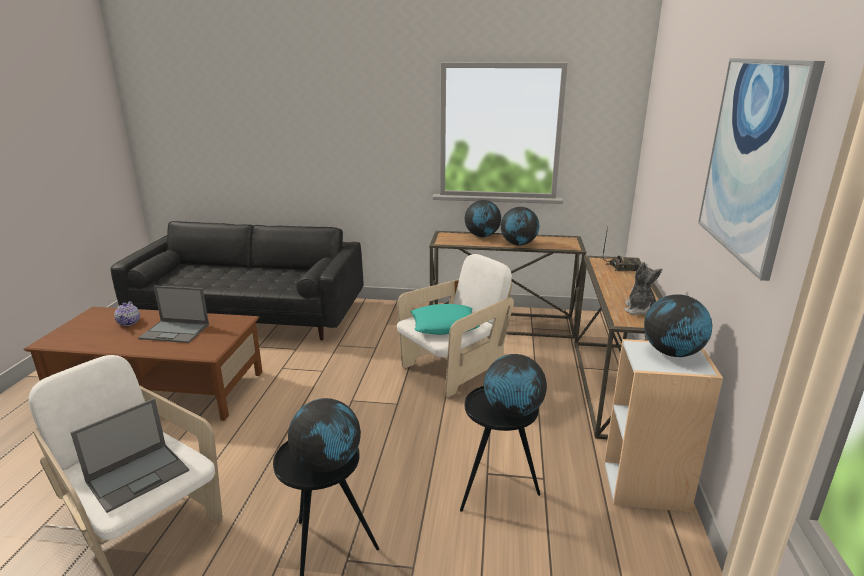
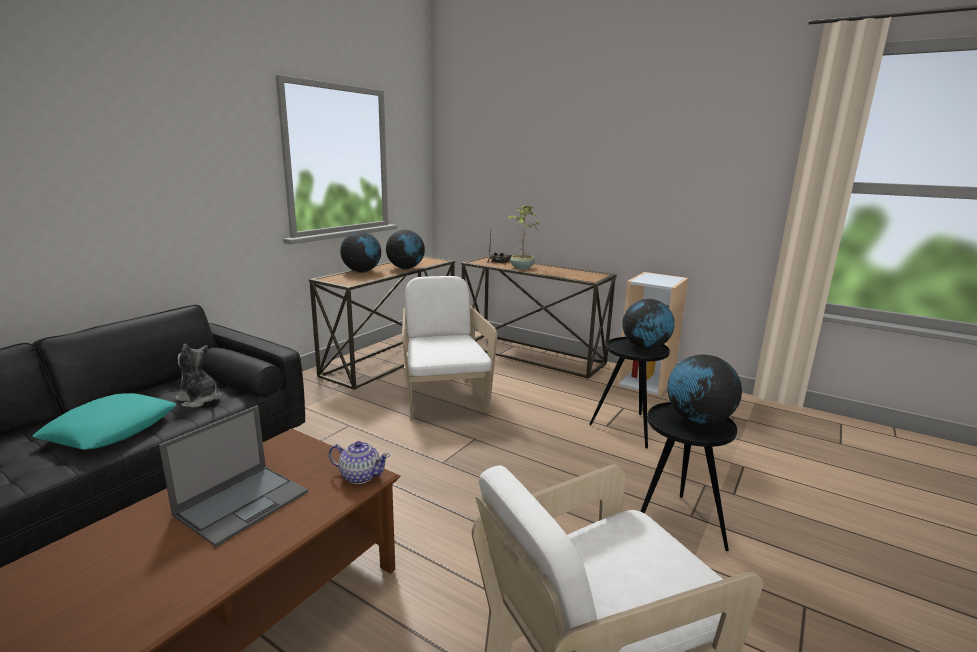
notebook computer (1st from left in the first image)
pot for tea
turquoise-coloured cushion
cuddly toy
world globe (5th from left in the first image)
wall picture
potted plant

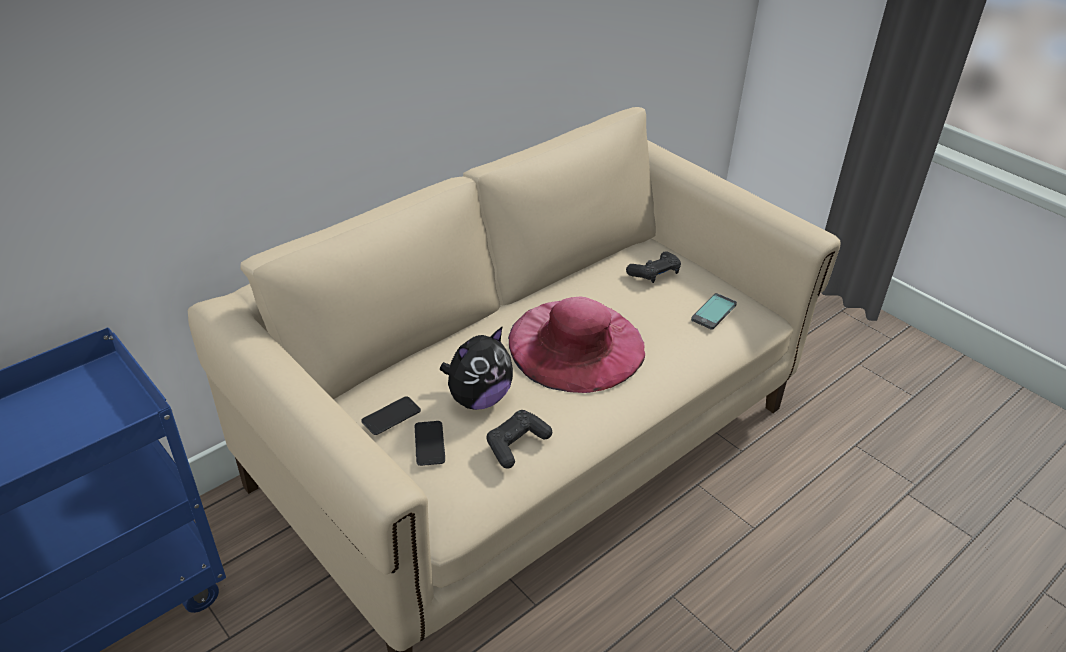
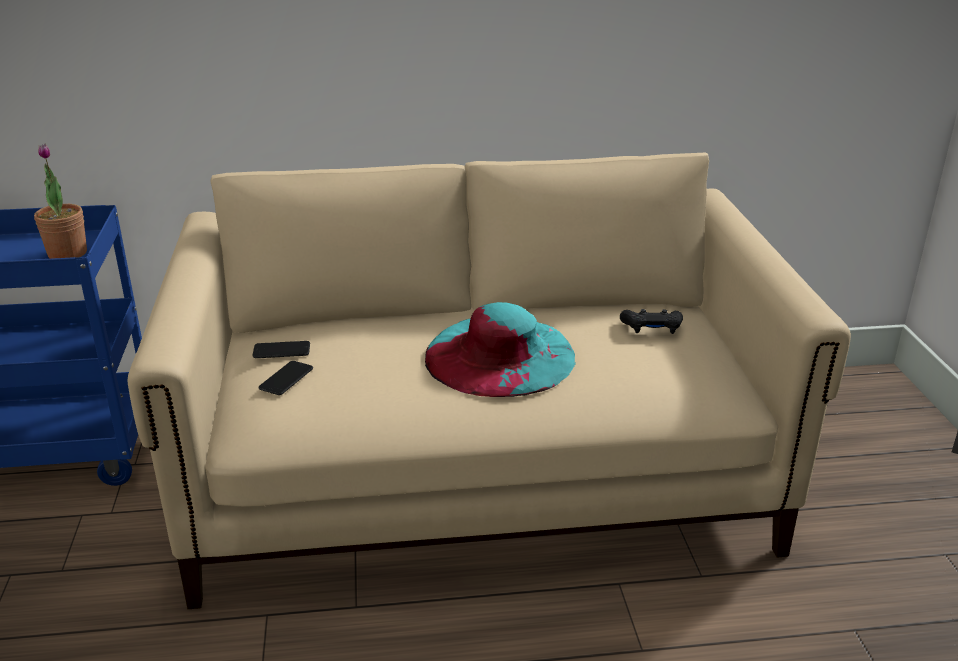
cuddly toy
black game controller (1st from left in the first image)
turquoise-coloured wearable hat
phone (3rd from left in the first image)
potted plant

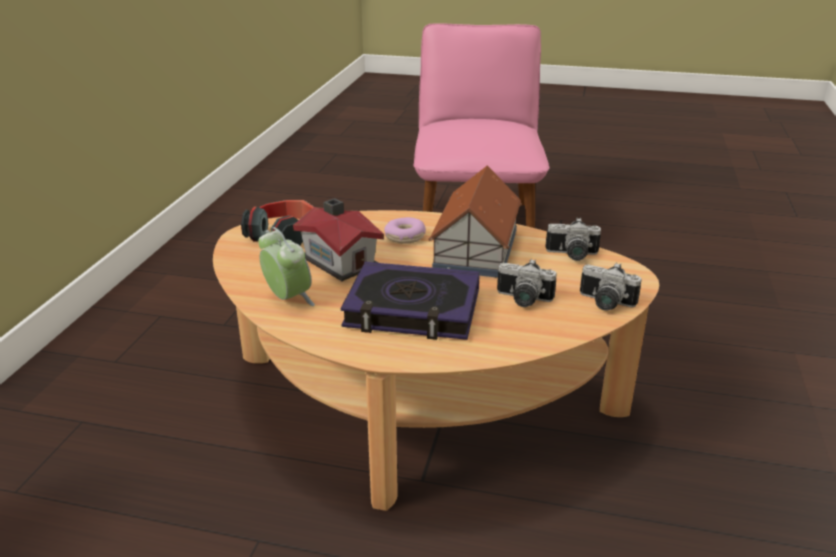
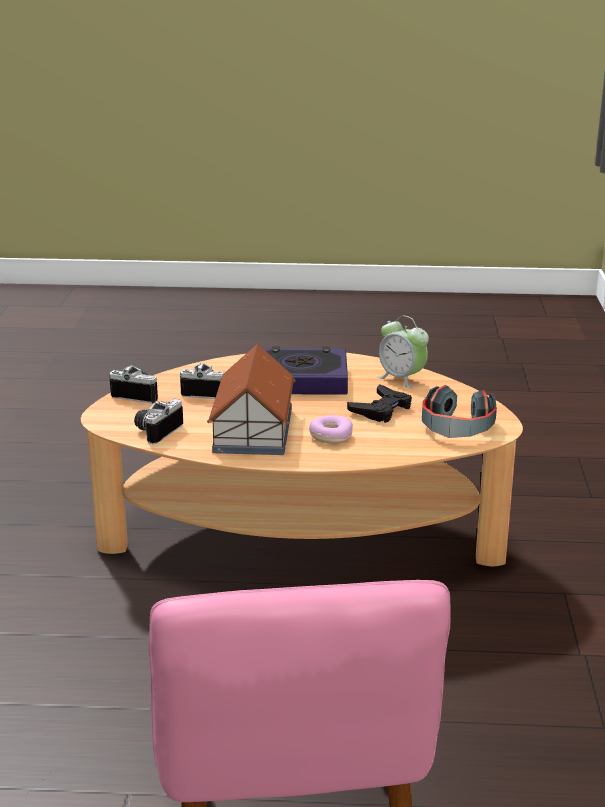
black game controller
still camera (2nd from left)

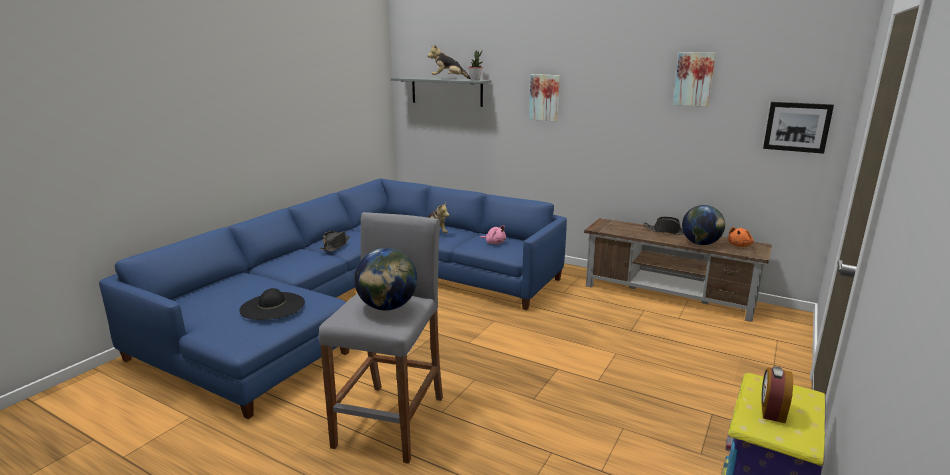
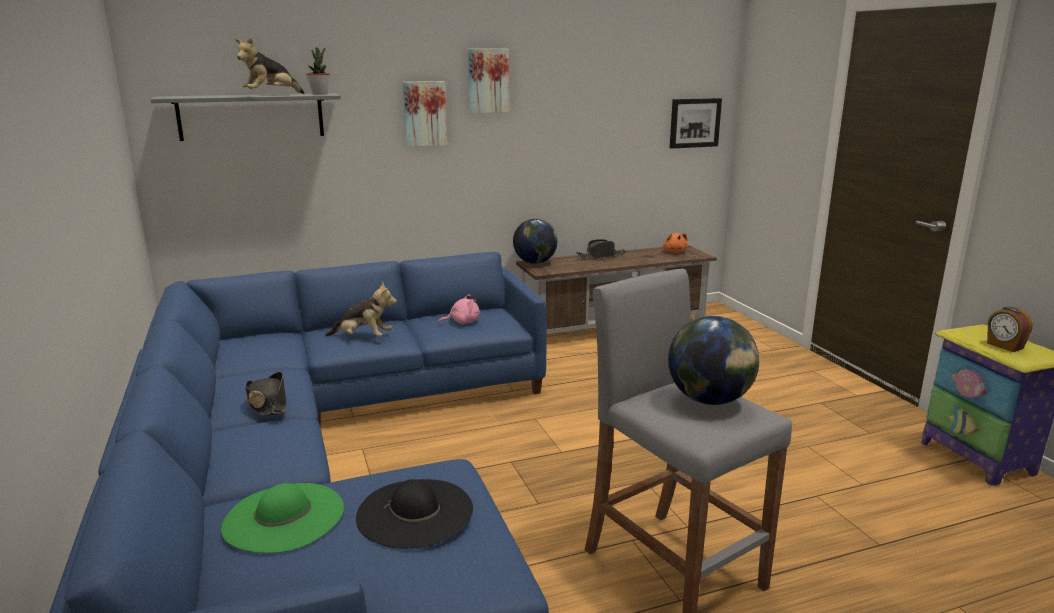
wall picture (2nd from left)
world globe (1st from left)
green wearable hat

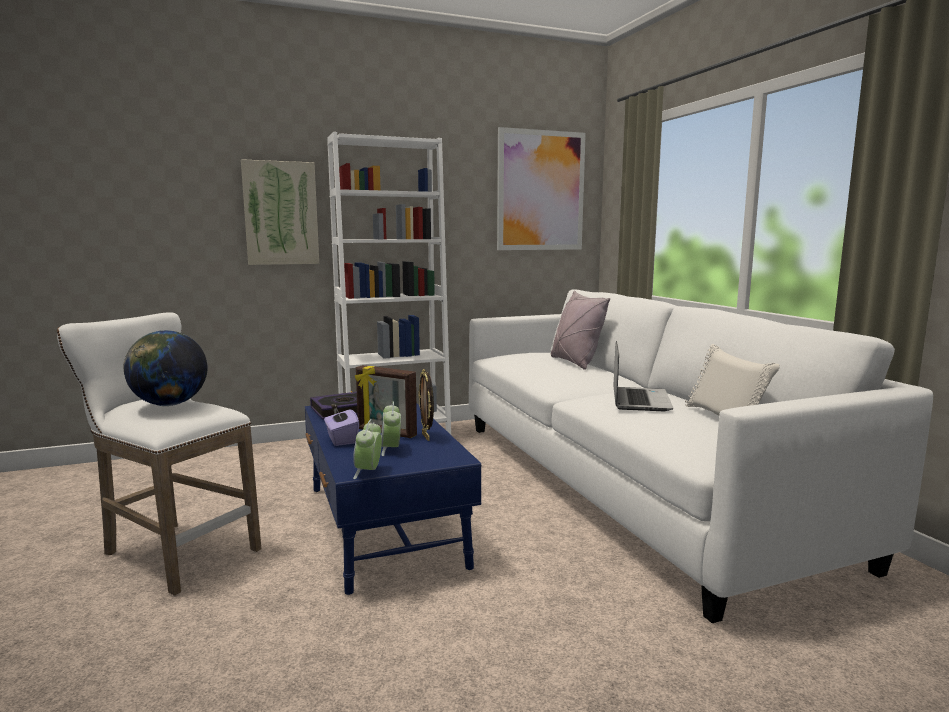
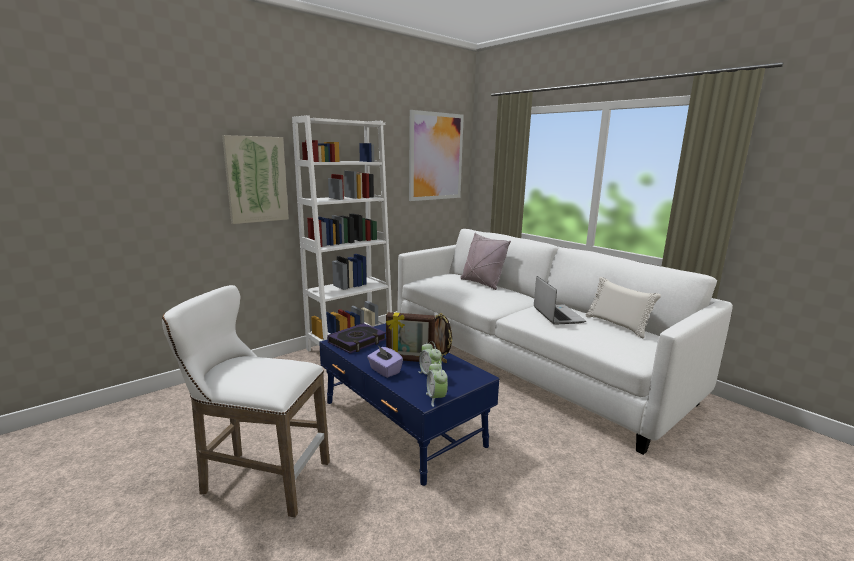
world globe

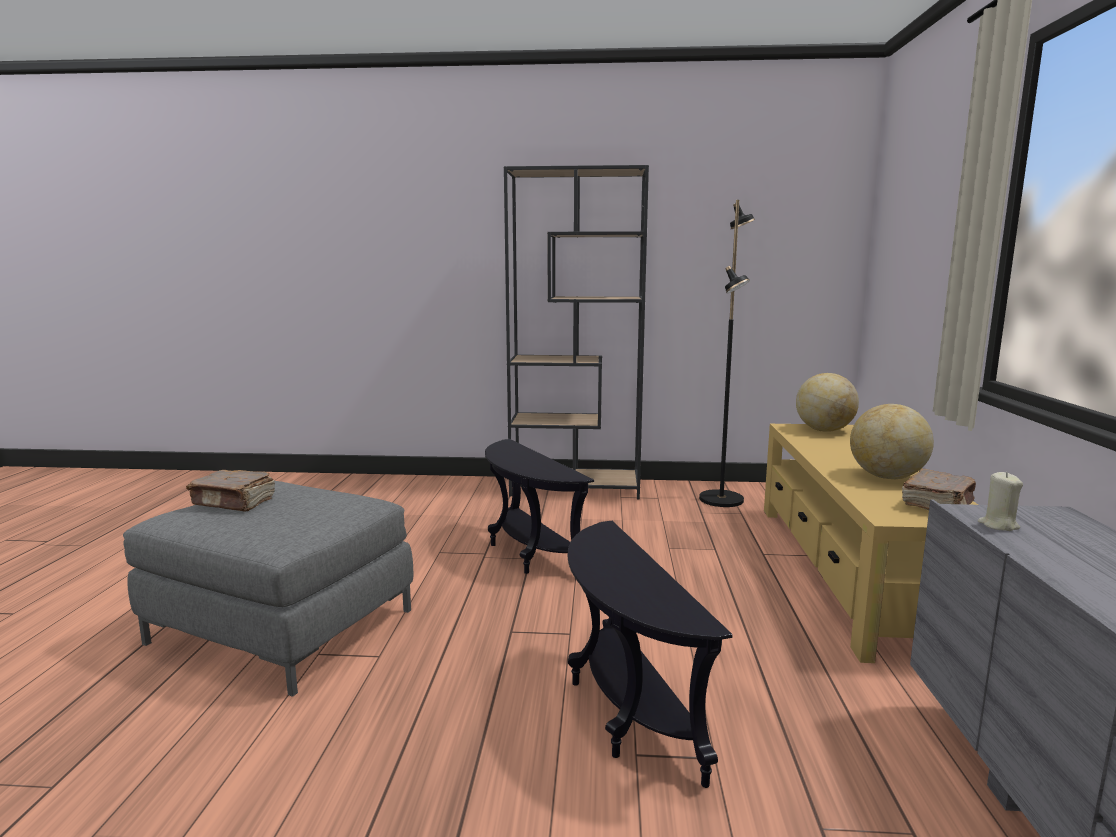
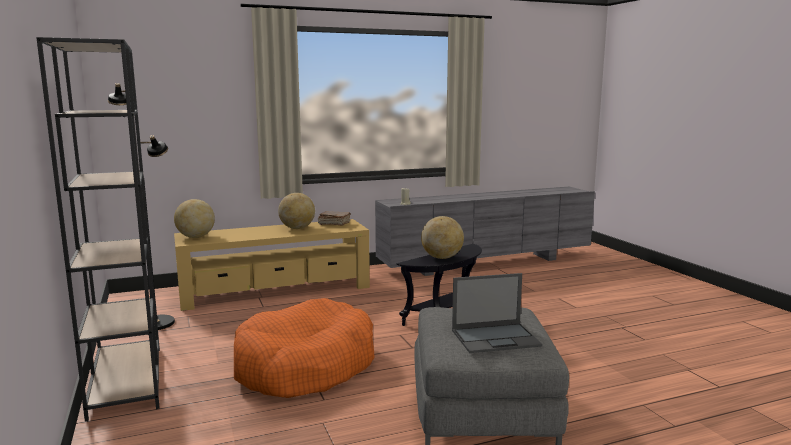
notebook computer
orangey pet bed
world globe (3rd from left)

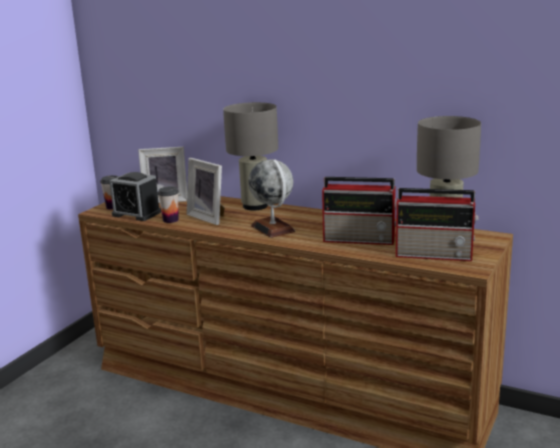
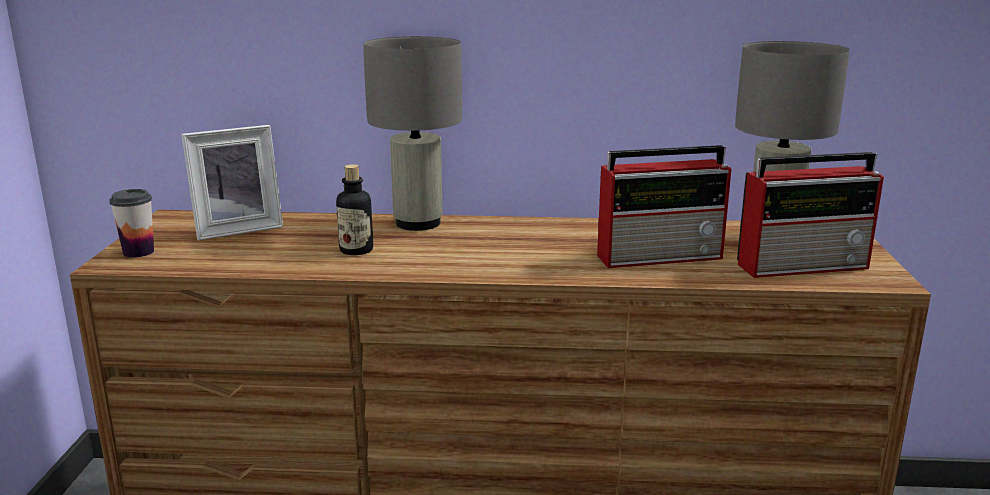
alarm clock
drinking cup (2nd from left in the first image)
drink bottle
world globe

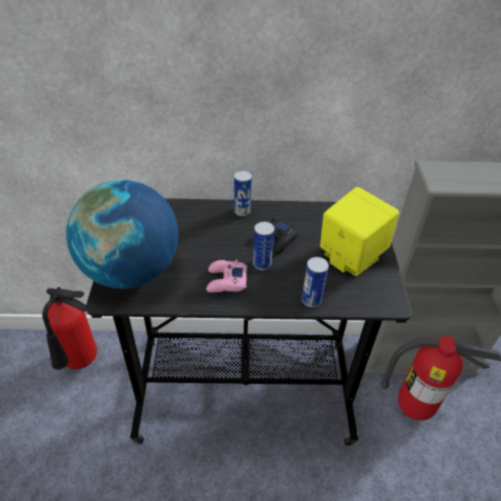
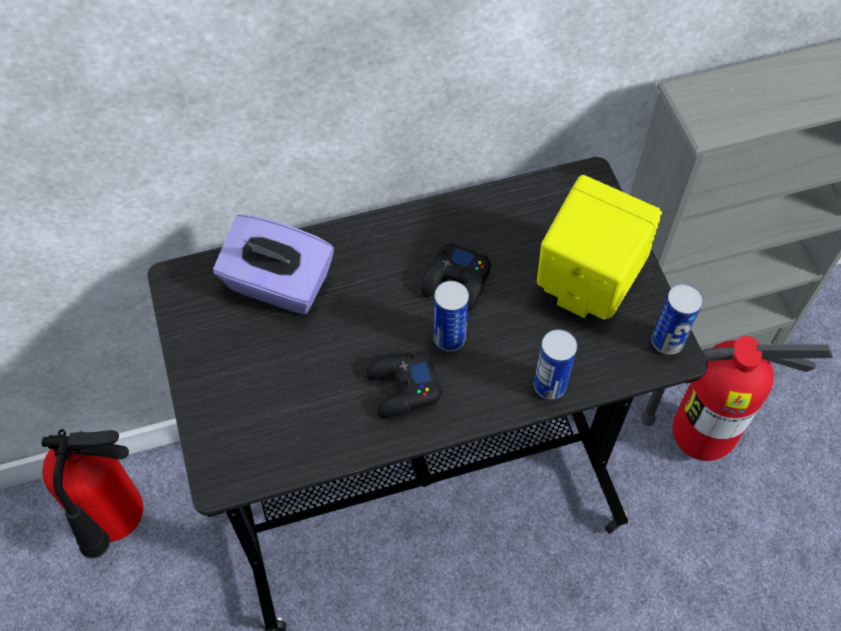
world globe
black game controller (1st from left)
sealed can (3rd from left)
purple-coloured box of tissues

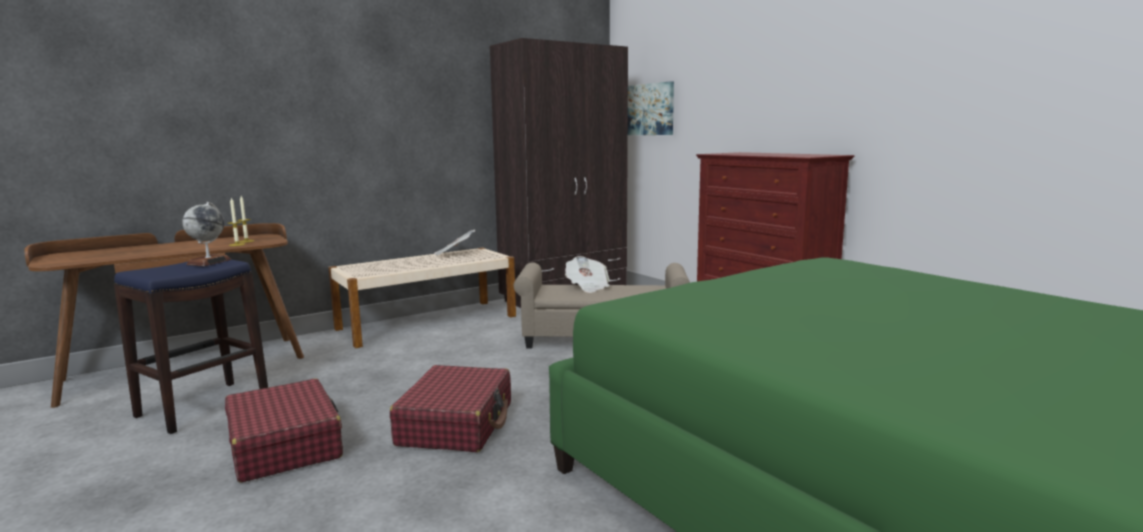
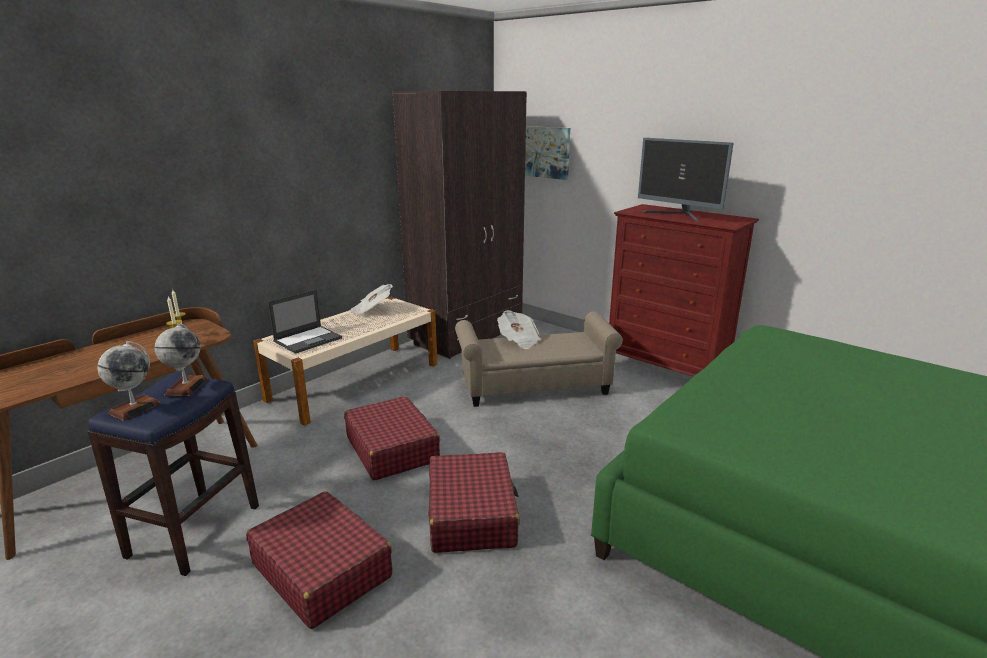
world globe (1st from left)
notebook computer
reddish piece of luggage (2nd from left)
computer screen

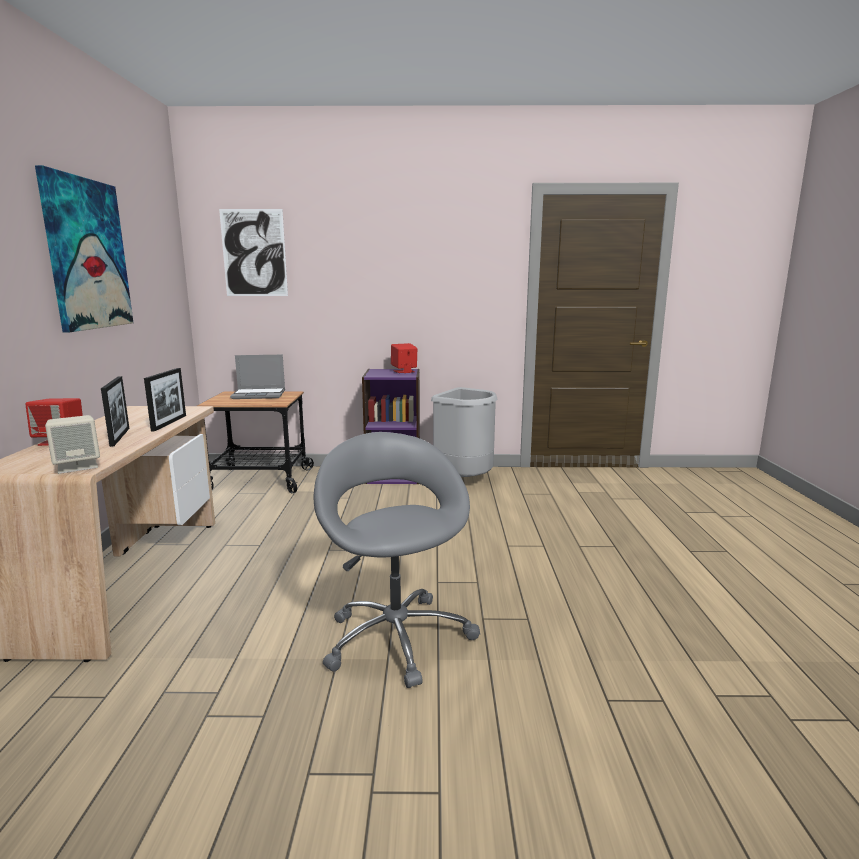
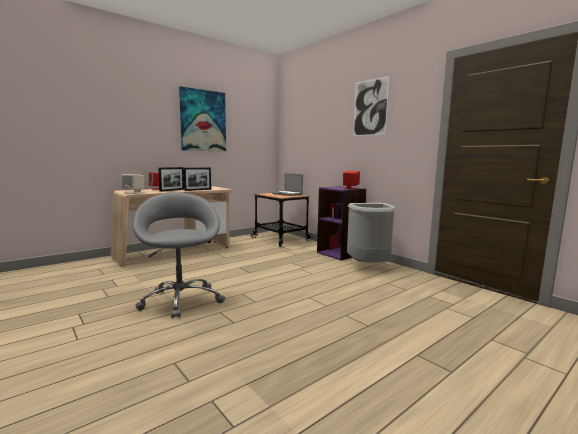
wall picture (2nd from left)
greyish computer chair

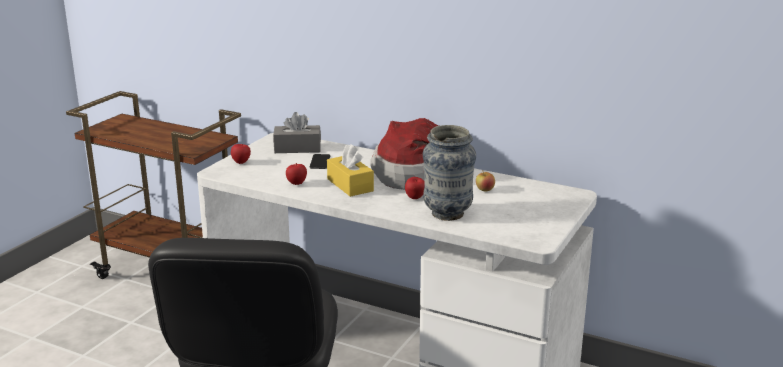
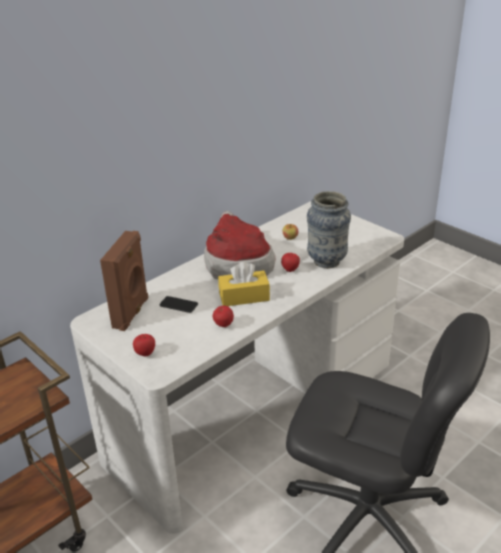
brownish audio speaker

